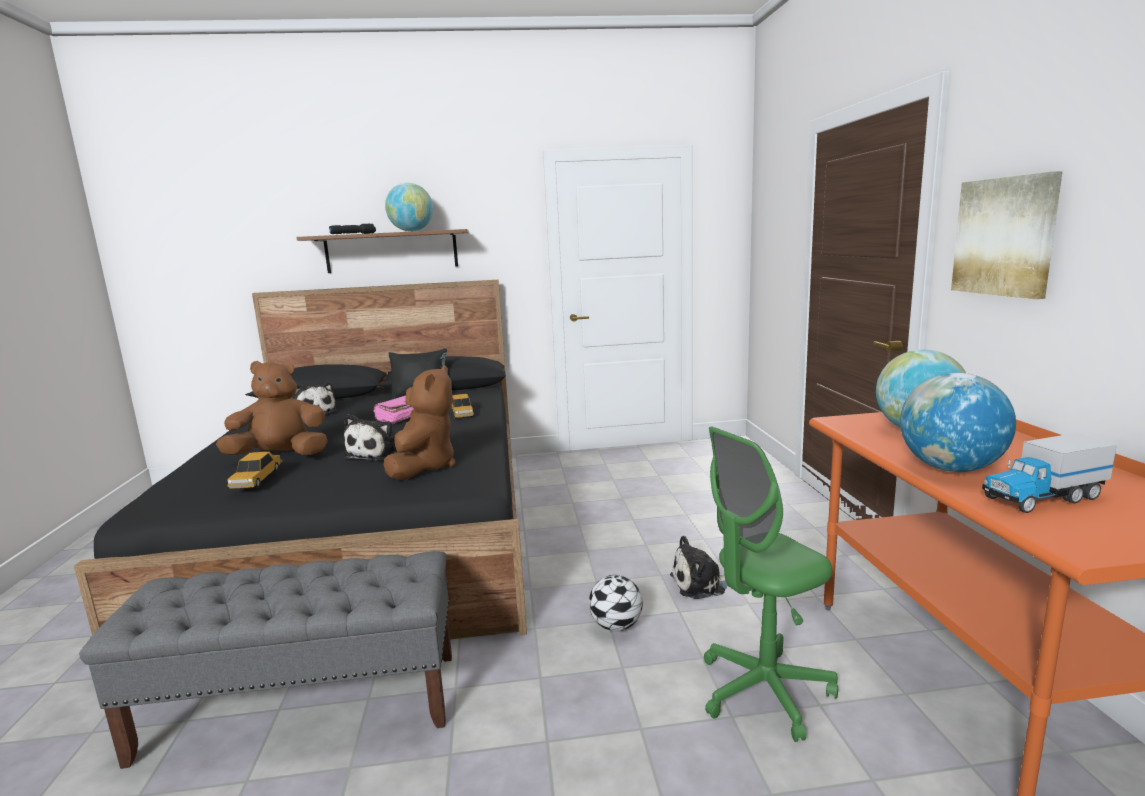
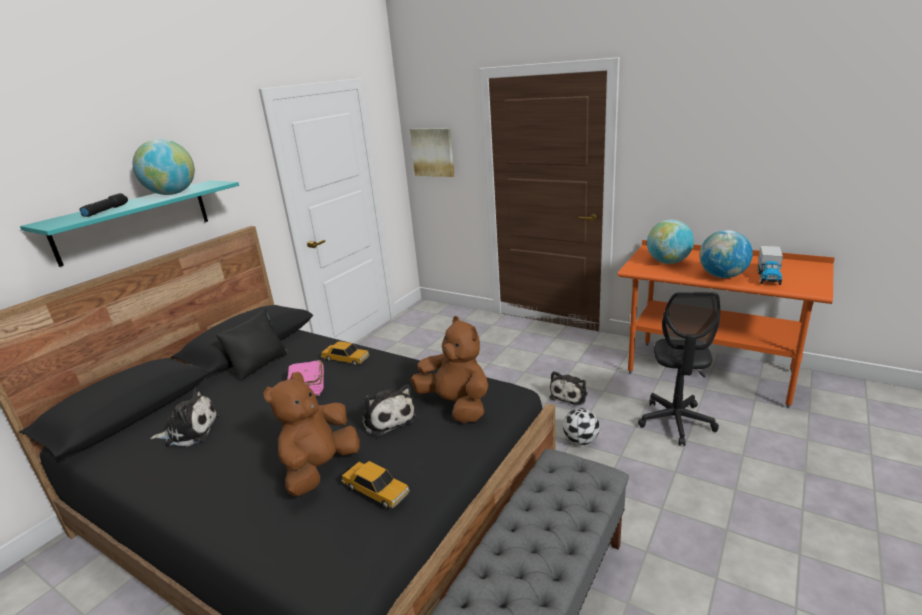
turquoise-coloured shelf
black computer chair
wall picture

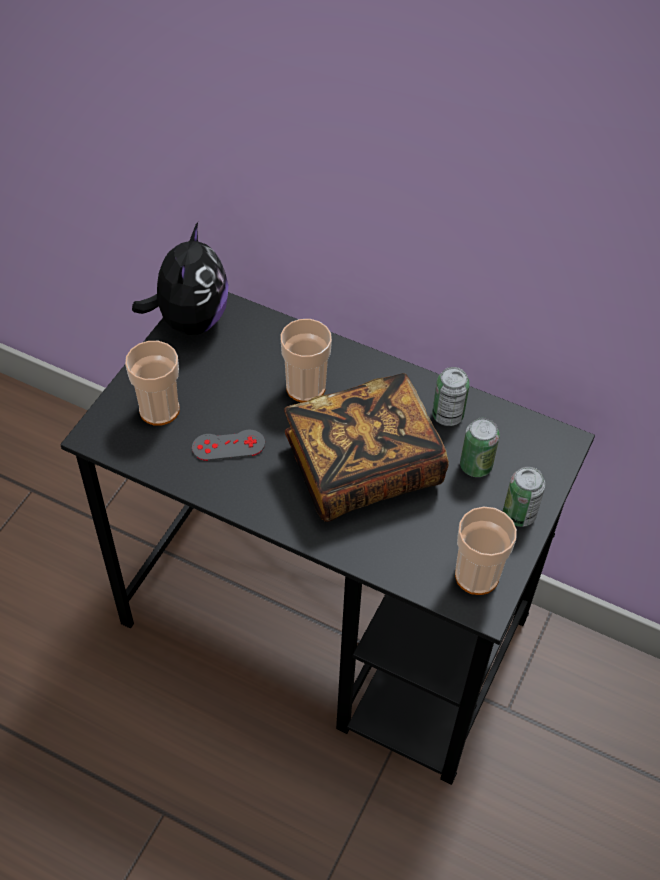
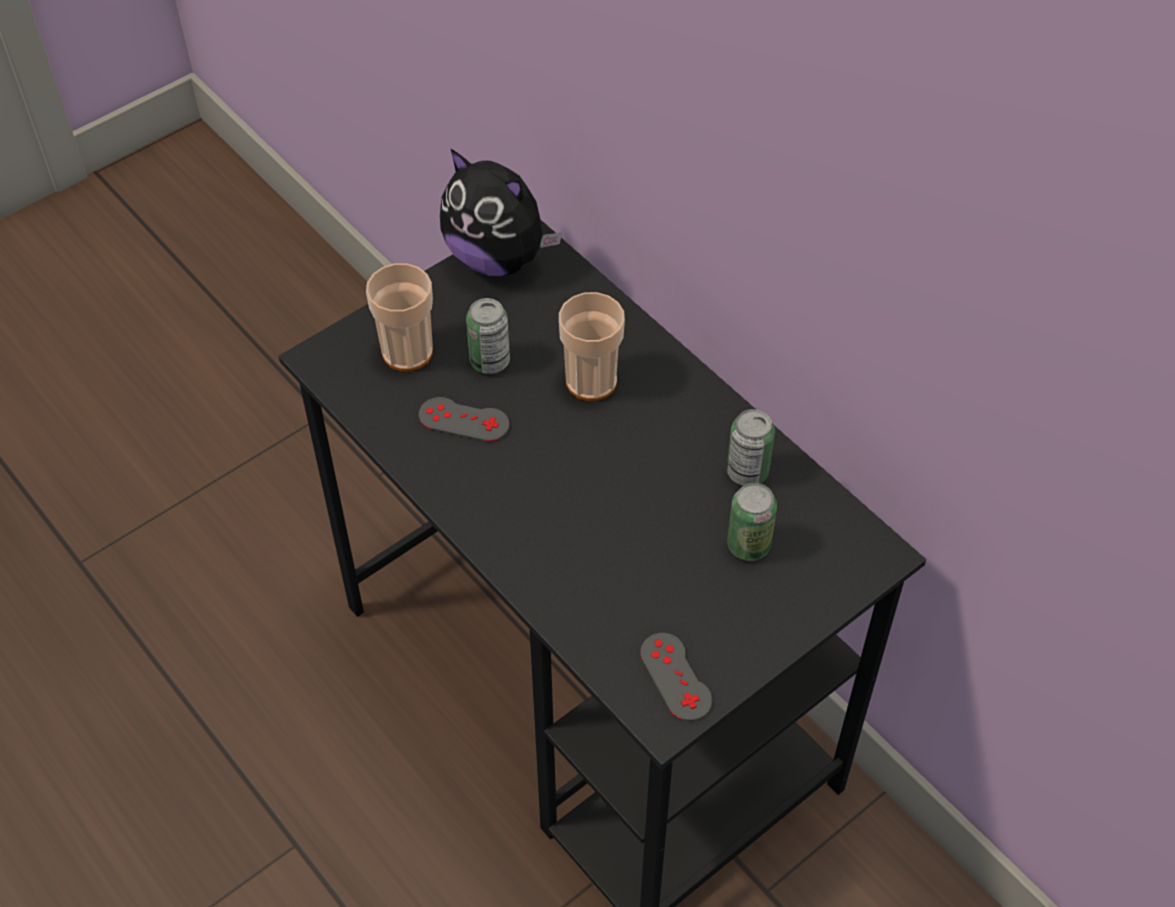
cuddly toy
bound book
greyish game controller (2nd from left)
sealed can (1st from left)

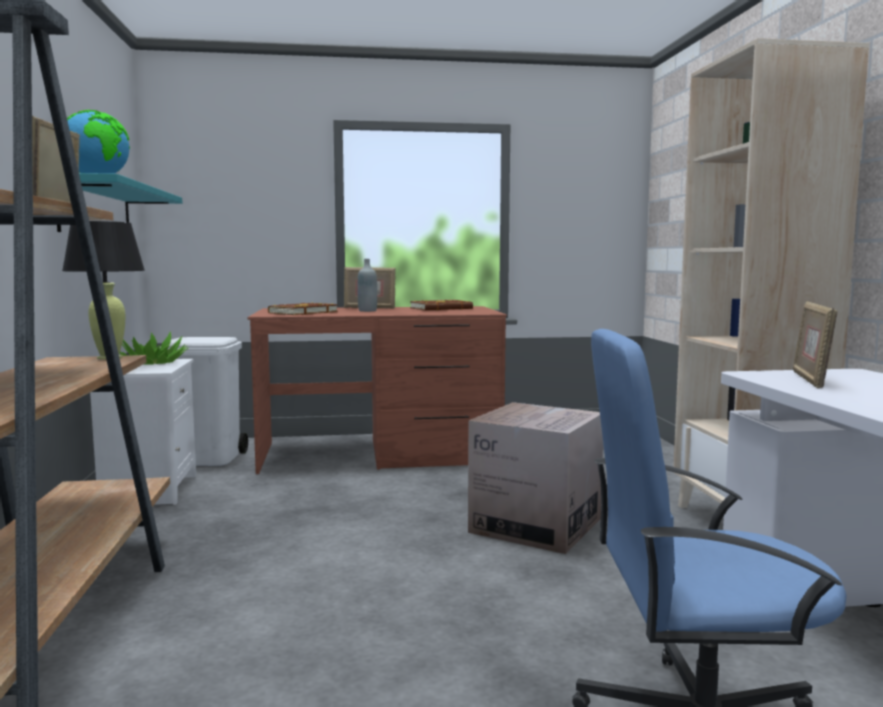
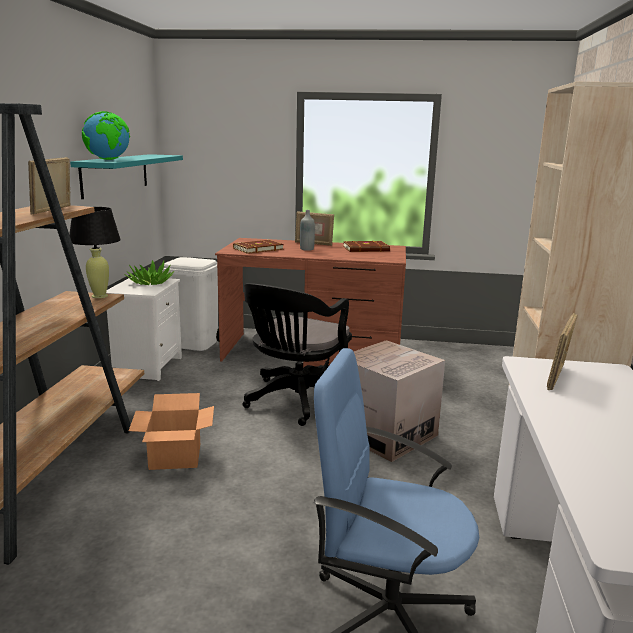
cardboard box (1st from left)
black computer chair

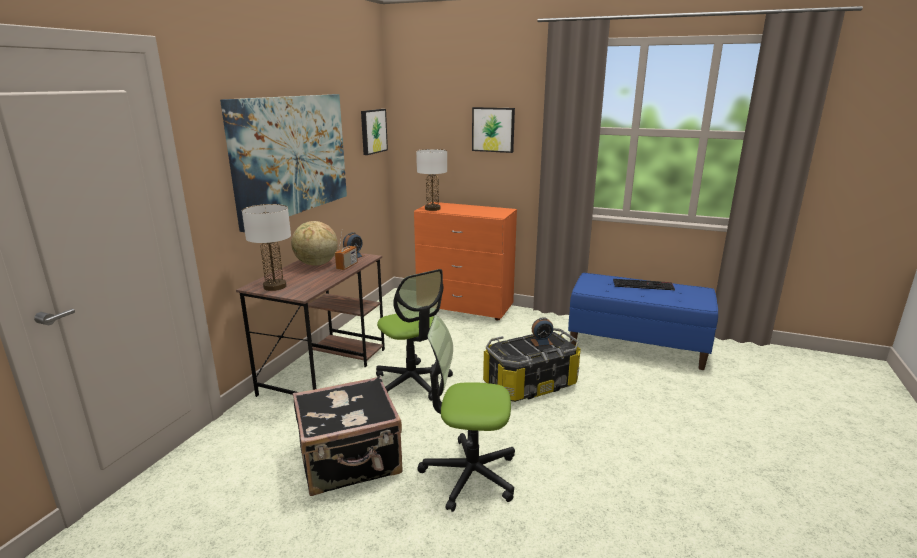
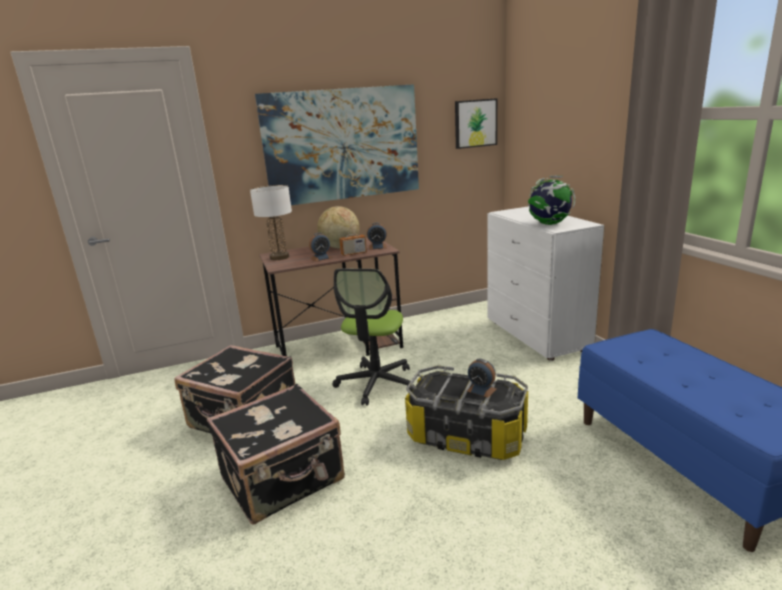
white dresser
tabletop lamp (2nd from left in the first image)
black piece of luggage (2nd from left)
wall picture (3rd from left in the first image)
computer keyboard
alarm clock (1st from left)
world globe (2nd from left)

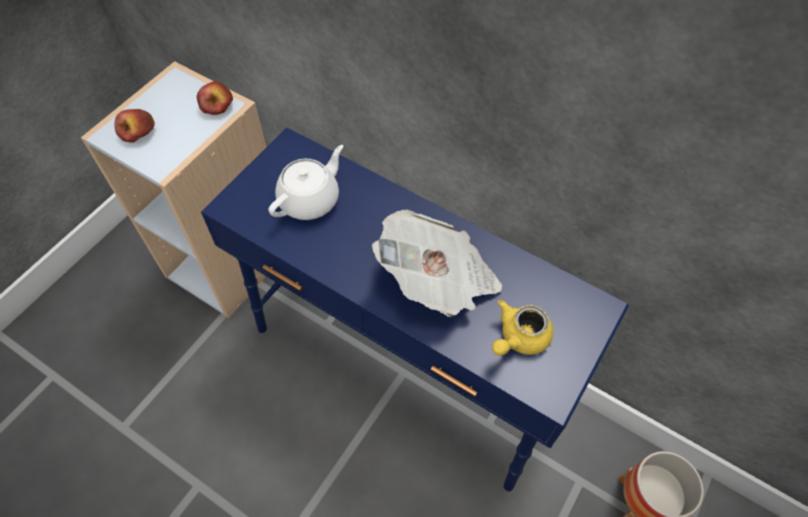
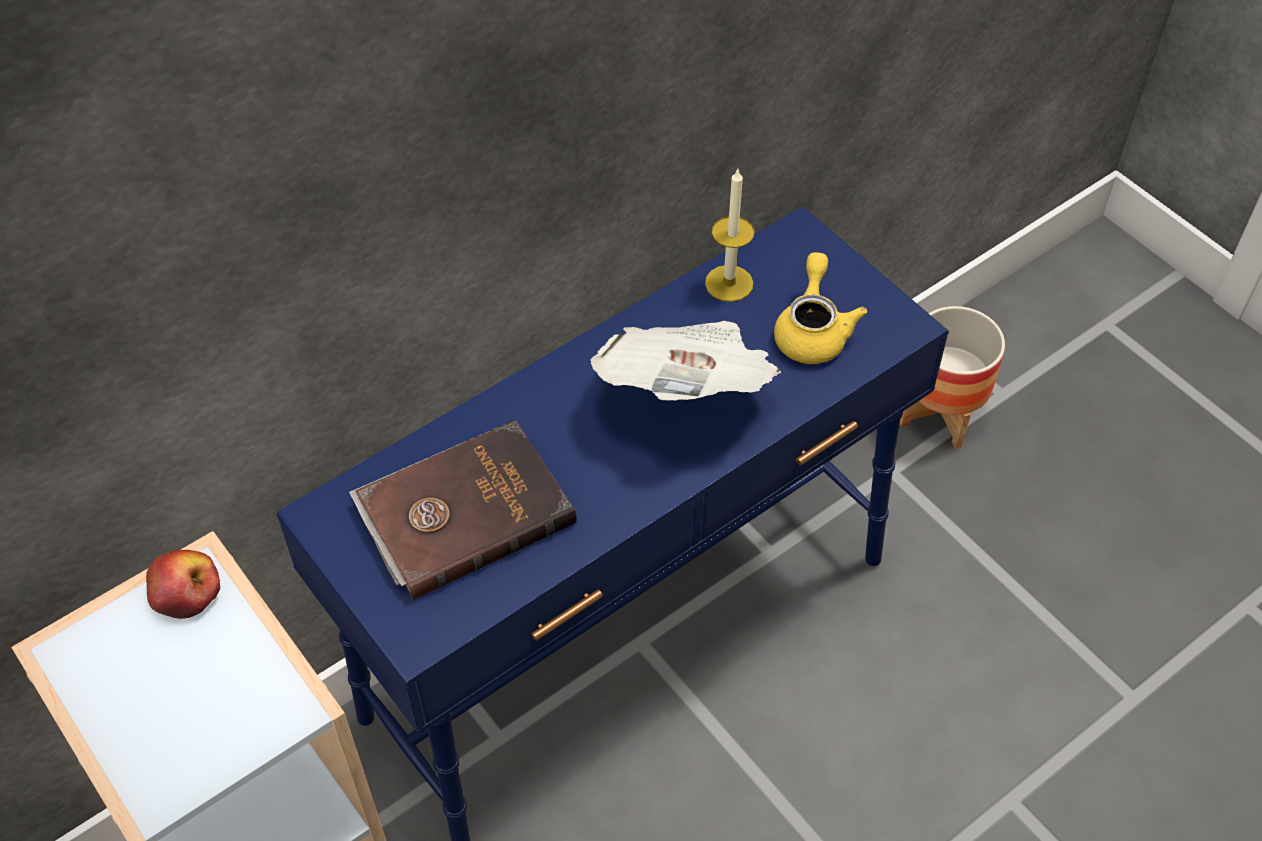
apple (1st from left in the first image)
brownish bound book
yellowish pot for tea
wax light

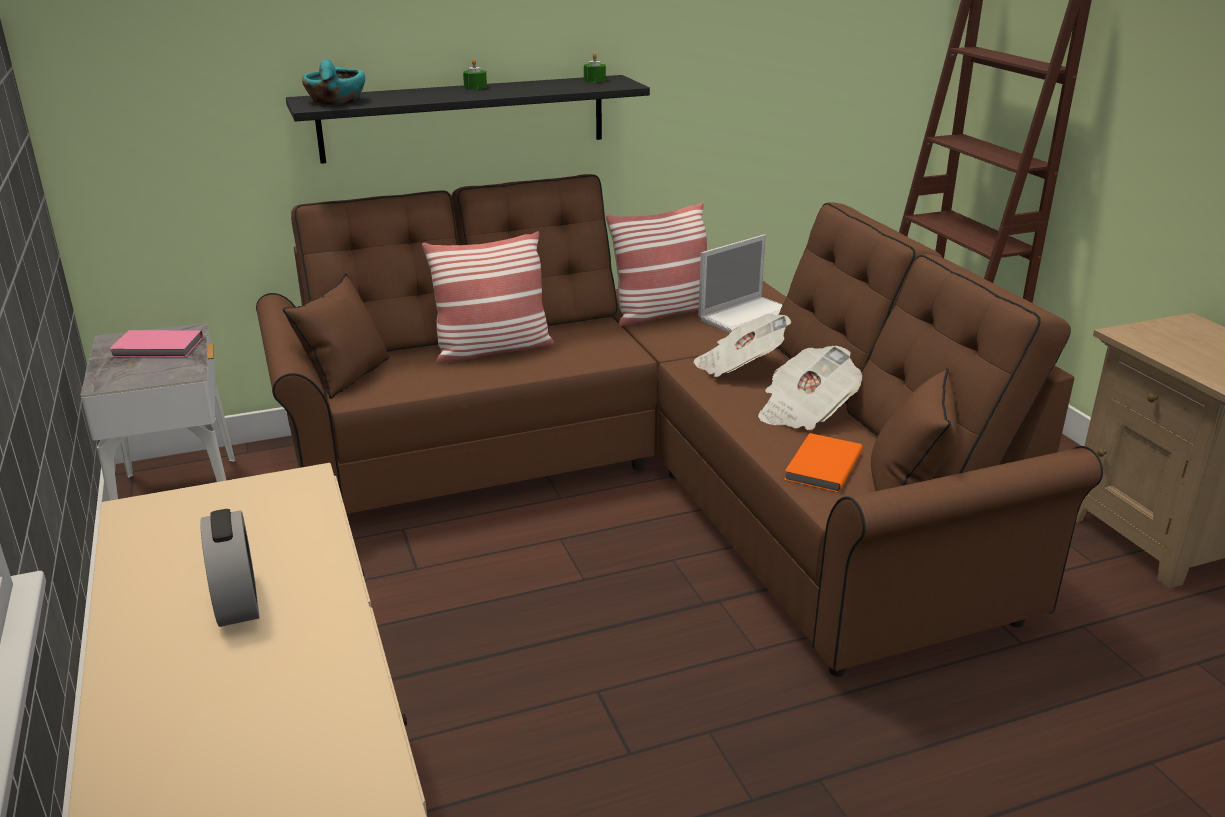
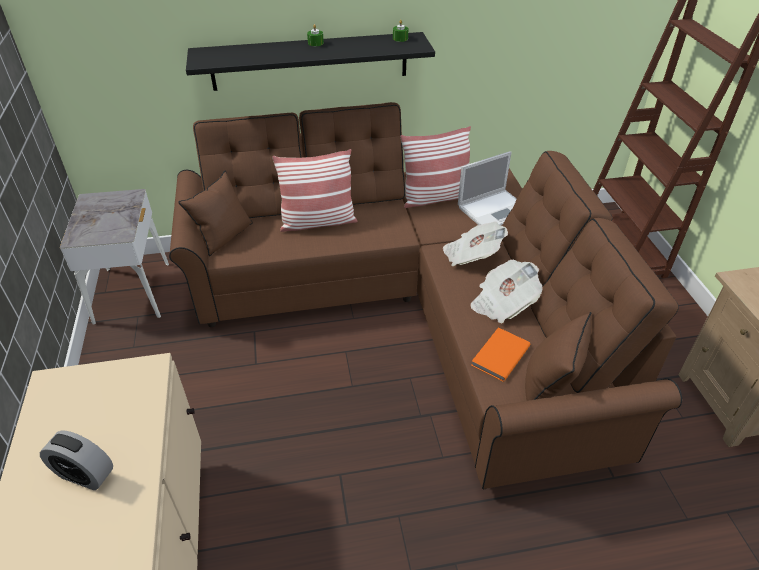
pink-coloured bound book
alarm clock
turquoise-coloured serving bowl

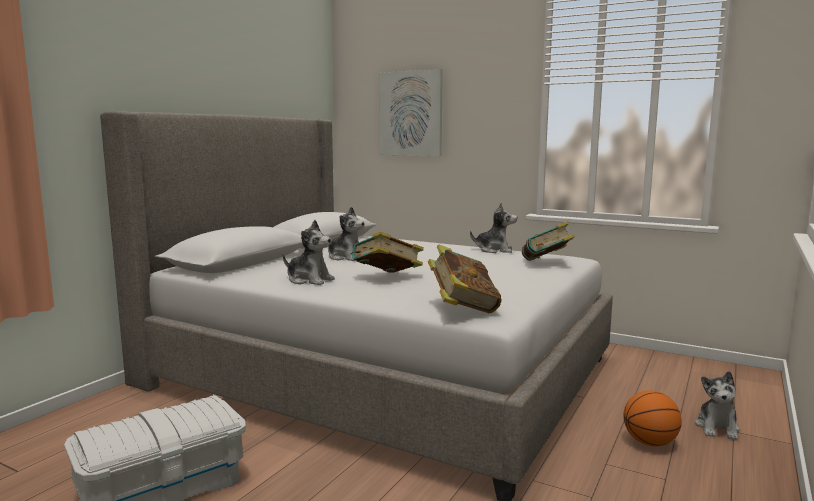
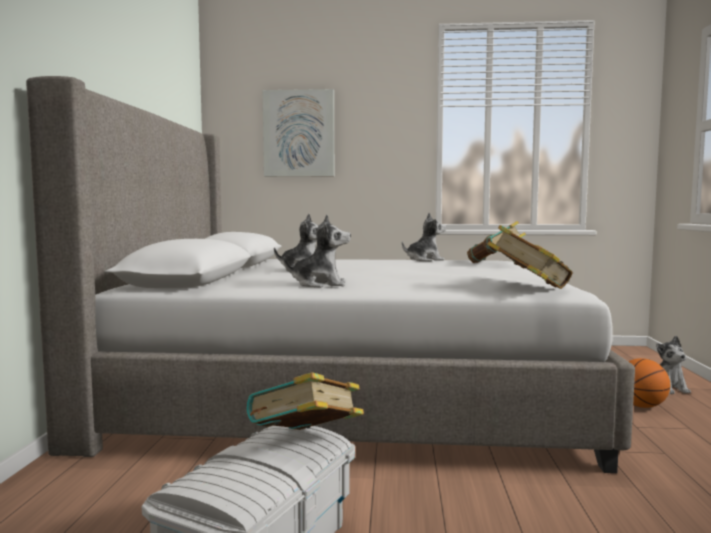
bound book (1st from left)

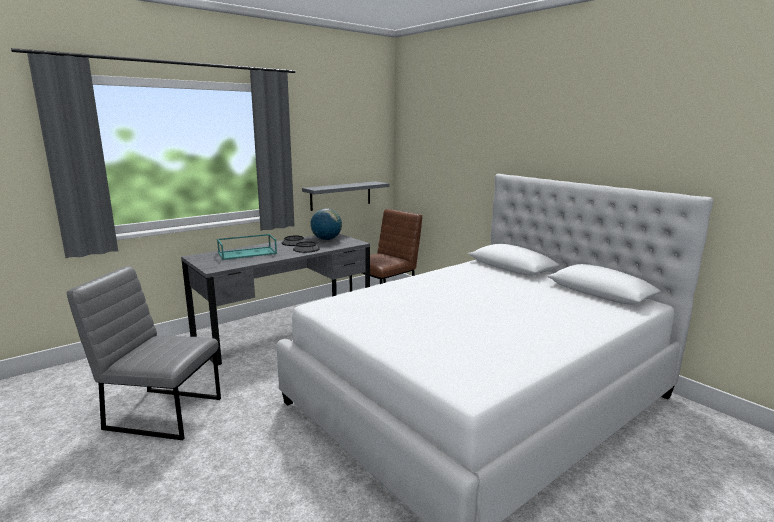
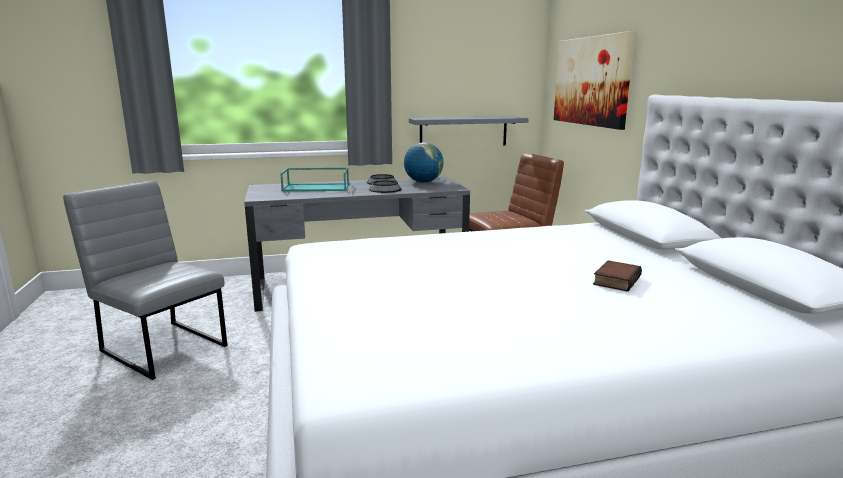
wall picture
bound book

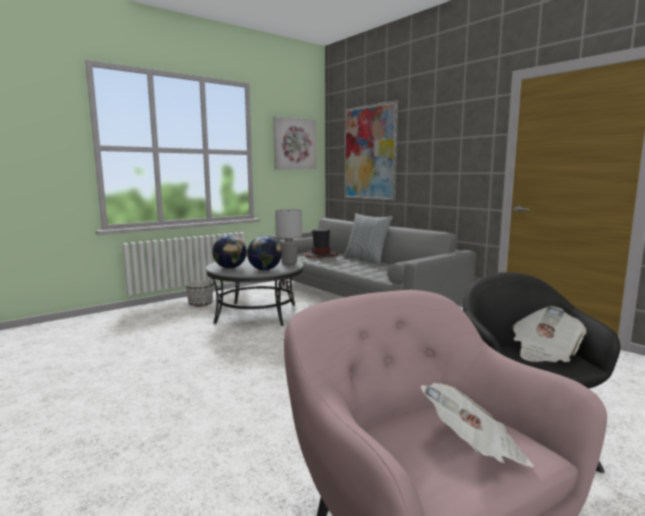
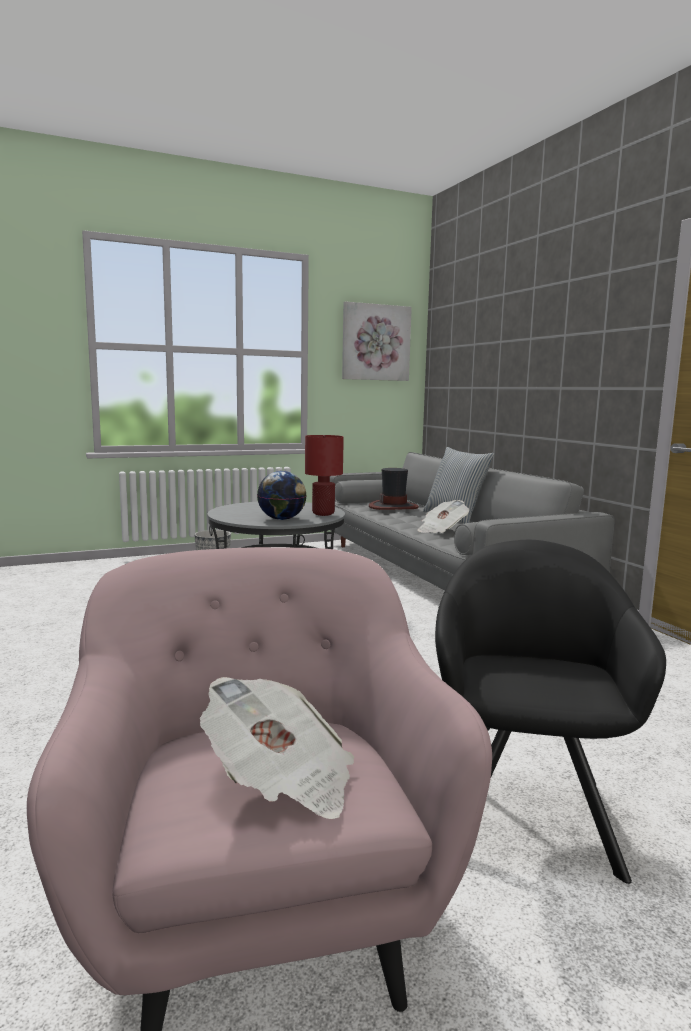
world globe (1st from left in the first image)
reddish tabletop lamp
wall picture (2nd from left in the first image)
daily paper (2nd from left)

